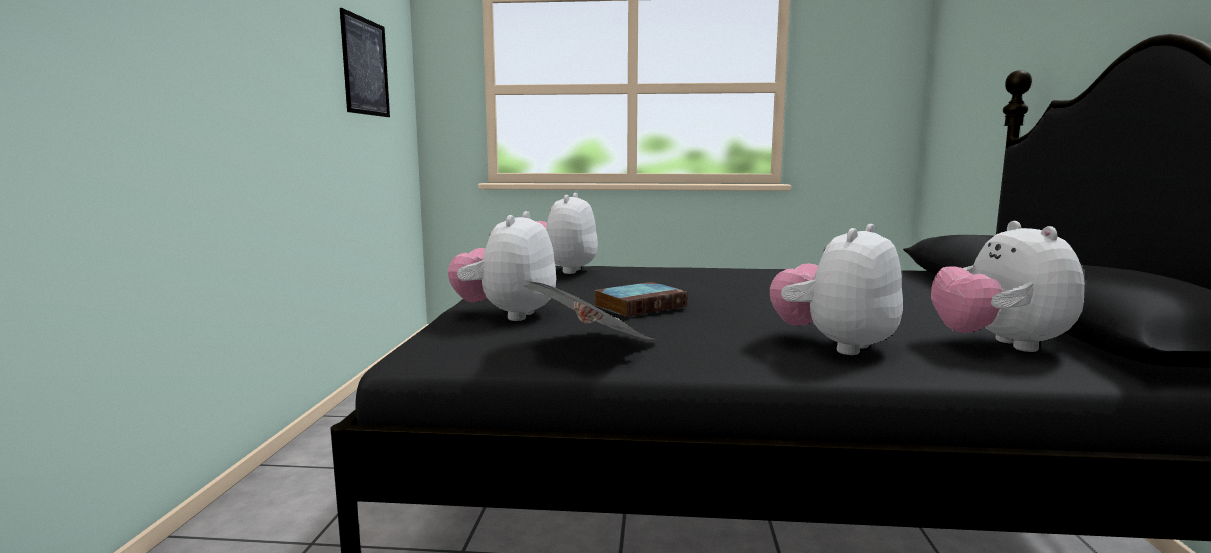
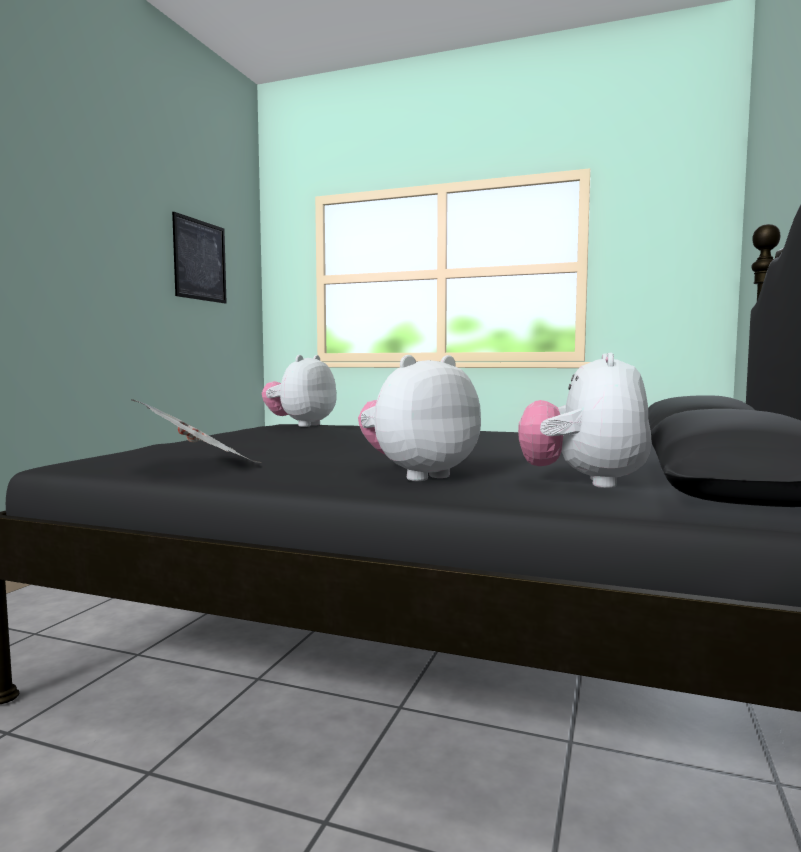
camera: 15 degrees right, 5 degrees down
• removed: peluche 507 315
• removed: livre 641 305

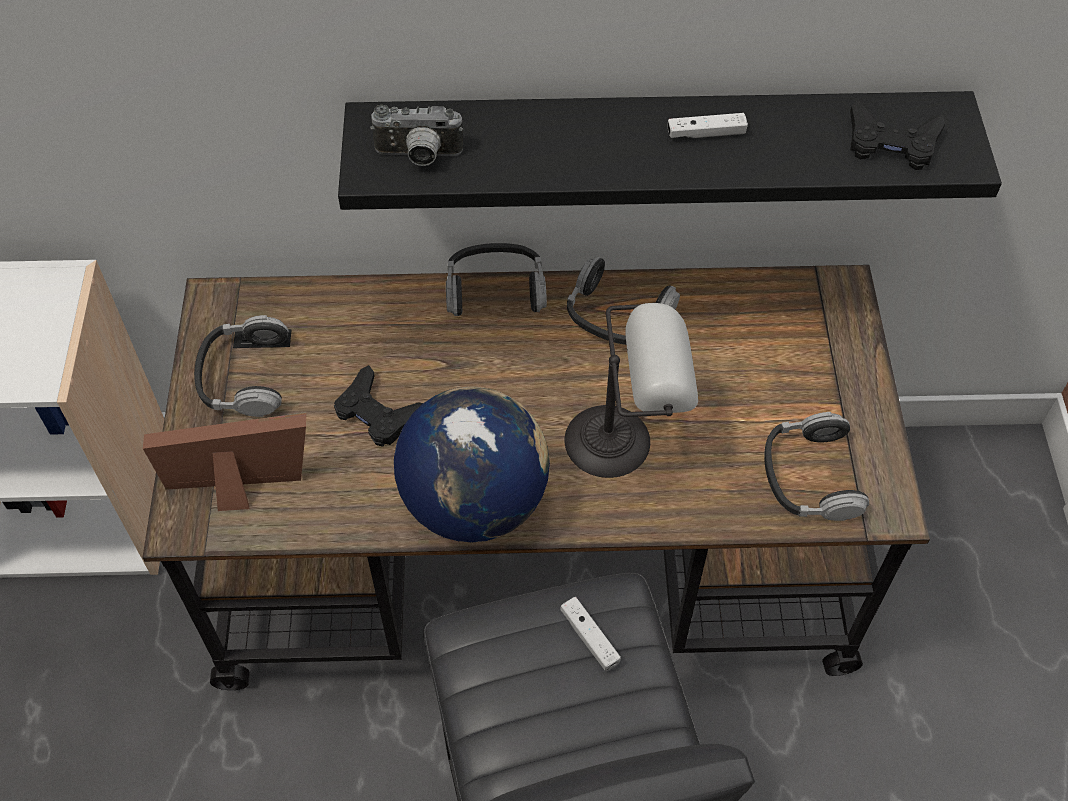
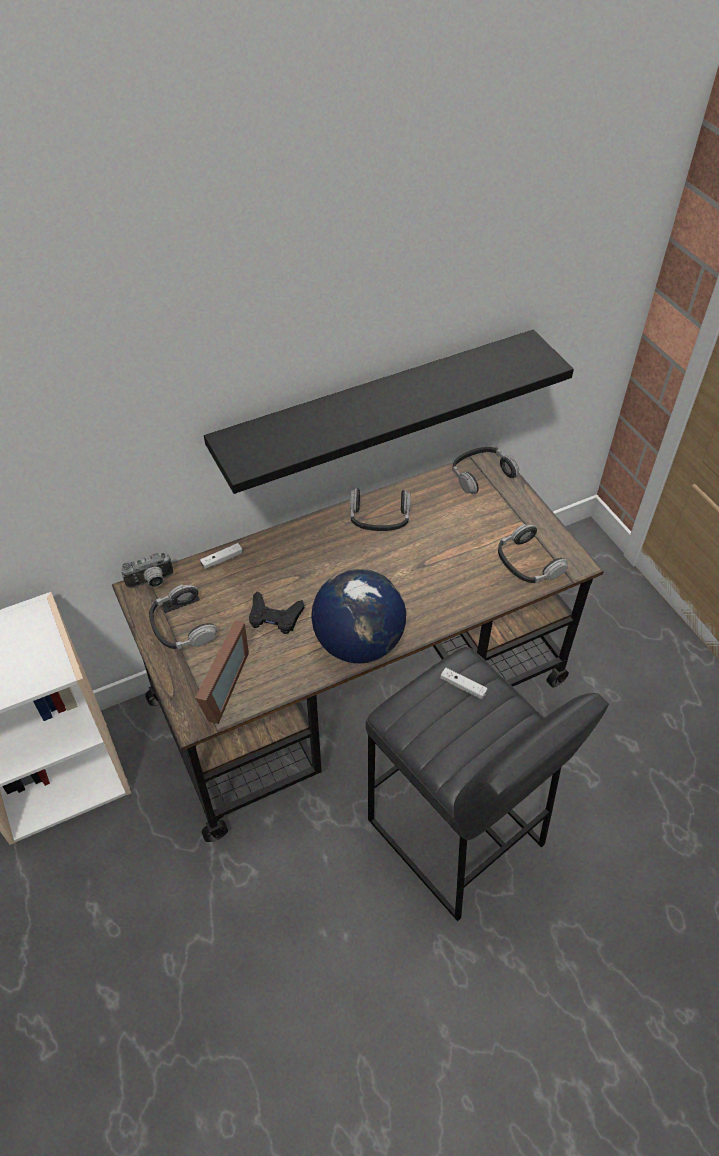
camera: 25 degrees left, 5 degrees down
• moved: appareil photo 418 157 to 151 582
• turned: cadre photo 240 490 = 218 688 135 degrees clockwise
• moved: manette (blanc) 706 133 to 222 559
• moved: casque audio 495 288 to 481 474
• removed: lampe de table 626 437
• removed: manette (noir) 891 143

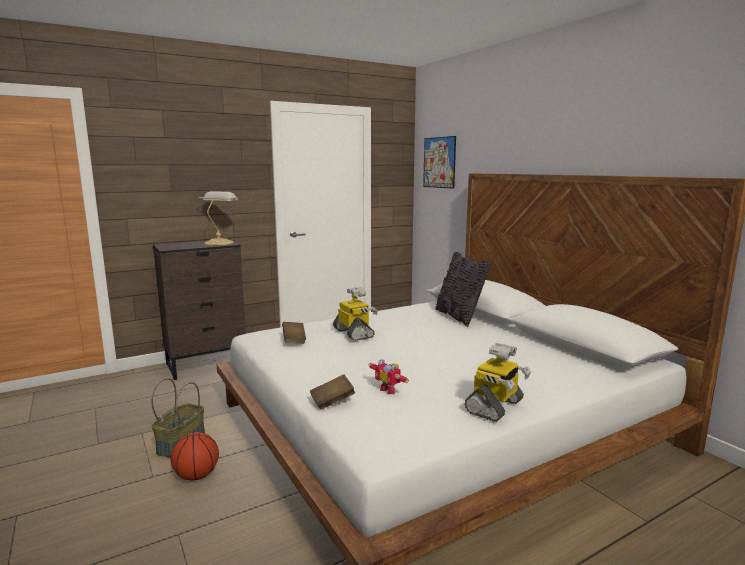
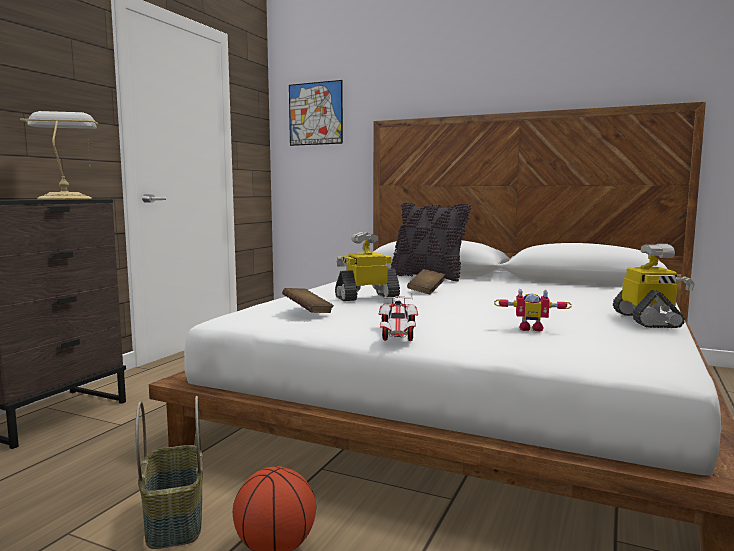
camera: 35 degrees left, 5 degrees down
• turned: robot jouet 354 333 = 367 297 45 degrees counterclockwise
• added: petite voiture 398 333
• moved: livre (marron) 332 401 to 426 291

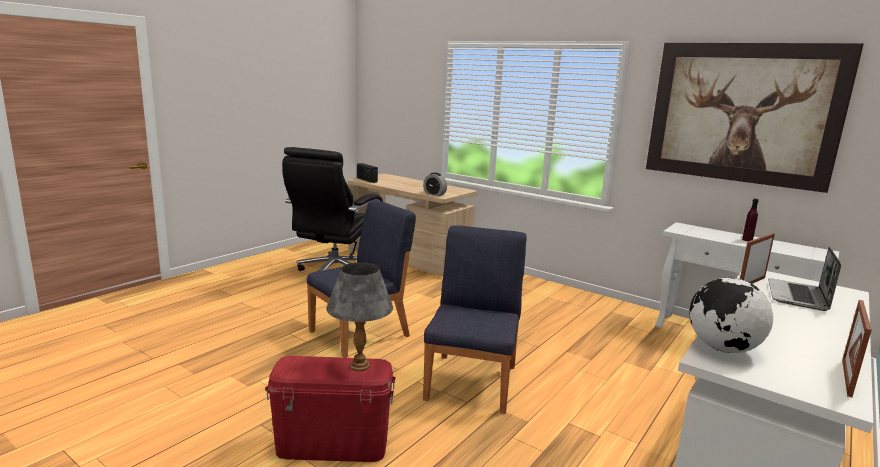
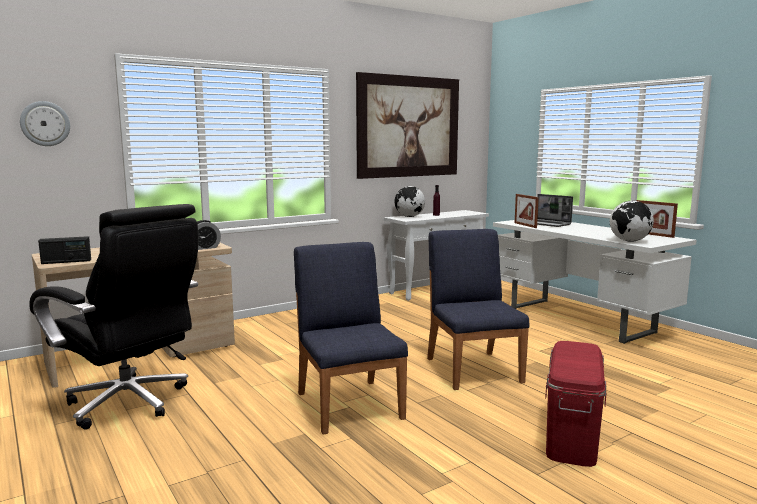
camera: 70 degrees left, 5 degrees down
• added: horloge murale 45 123
• added: globe 409 217
• turned: chaise (bleu) 472 381 = 473 369 45 degrees clockwise
• removed: lampe de table (gris) 360 365

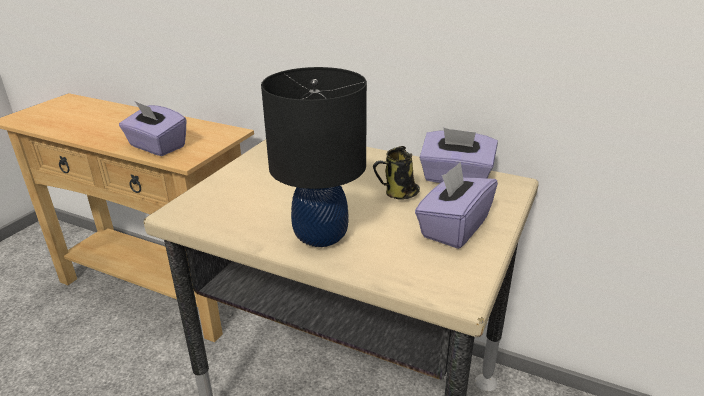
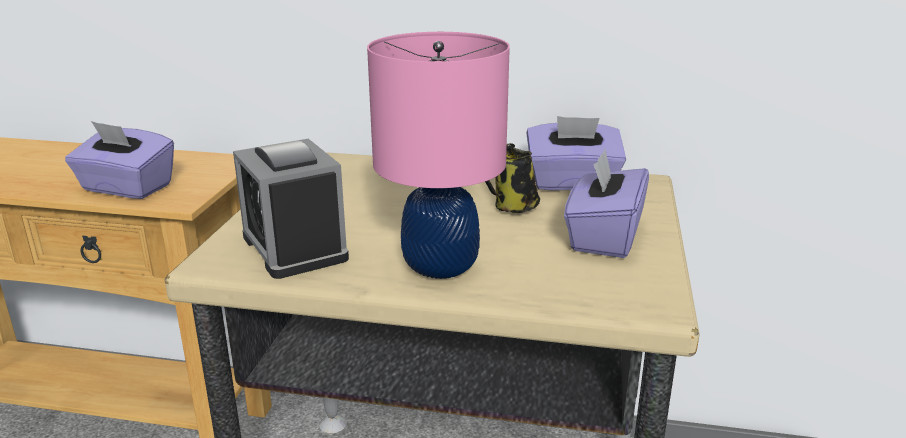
camera: 15 degrees left, 5 degrees down
• added: réveil 294 248
• recoloured: lampe de table (noir) 318 238 to lampe de table (rose) 437 269

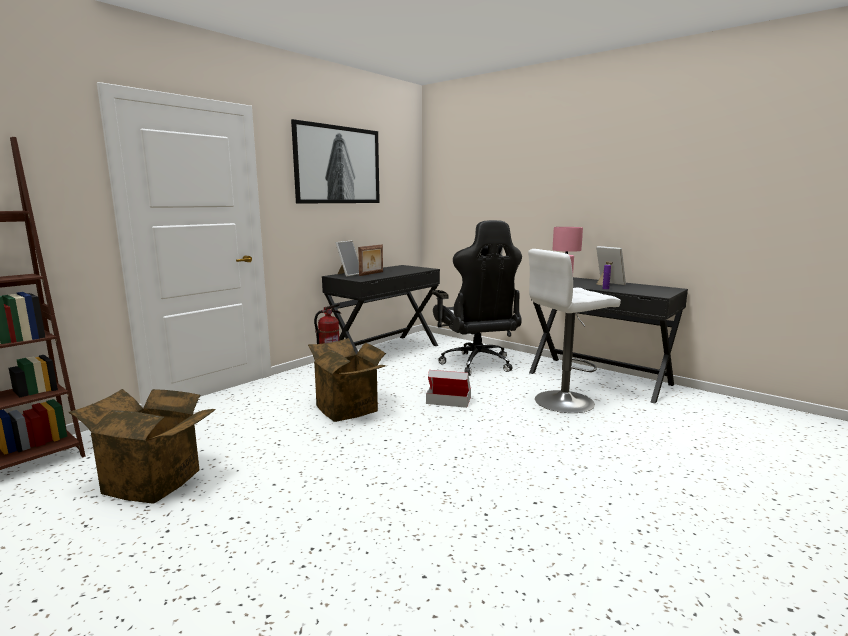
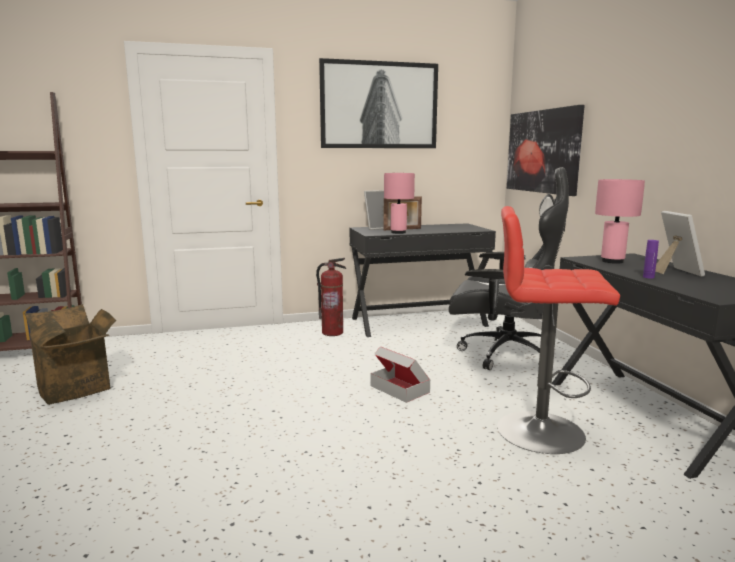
camera: 35 degrees right, 0 degrees up
• added: lampe de table (rose) 398 232
• turned: chaise de bureau (noir) 474 362 = 500 354 90 degrees counterclockwise
• recoloured: tabouret (blanc) 563 401 to tabouret (rouge) 539 431
• added: tableau 543 151
• removed: carton 350 408

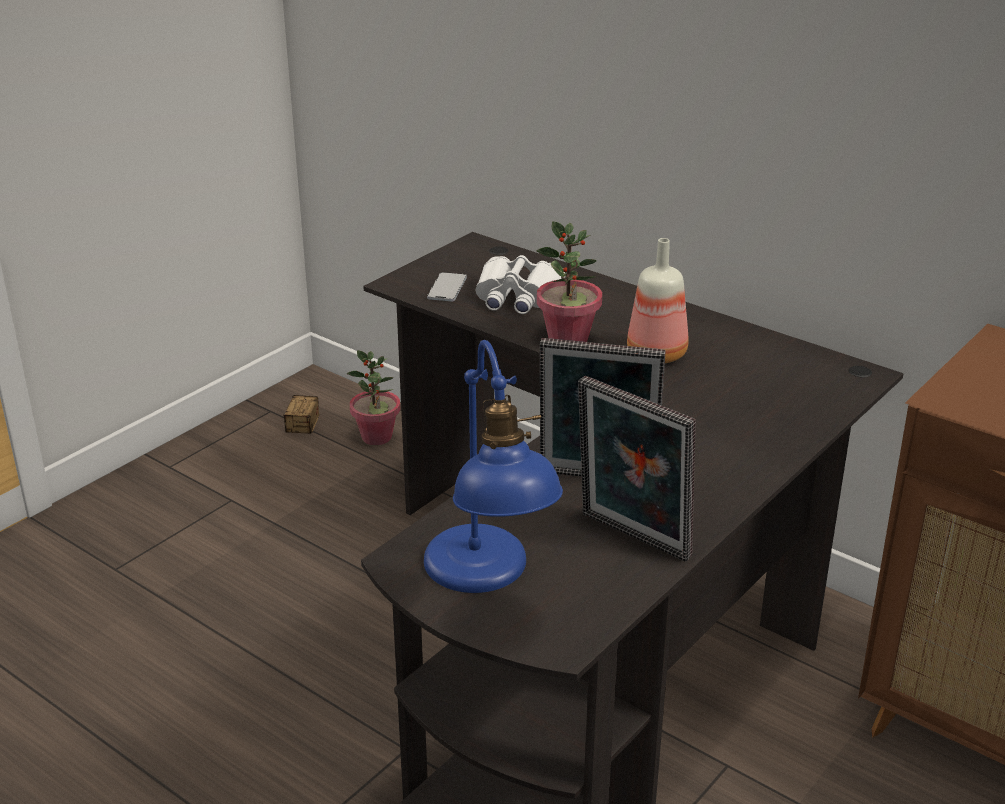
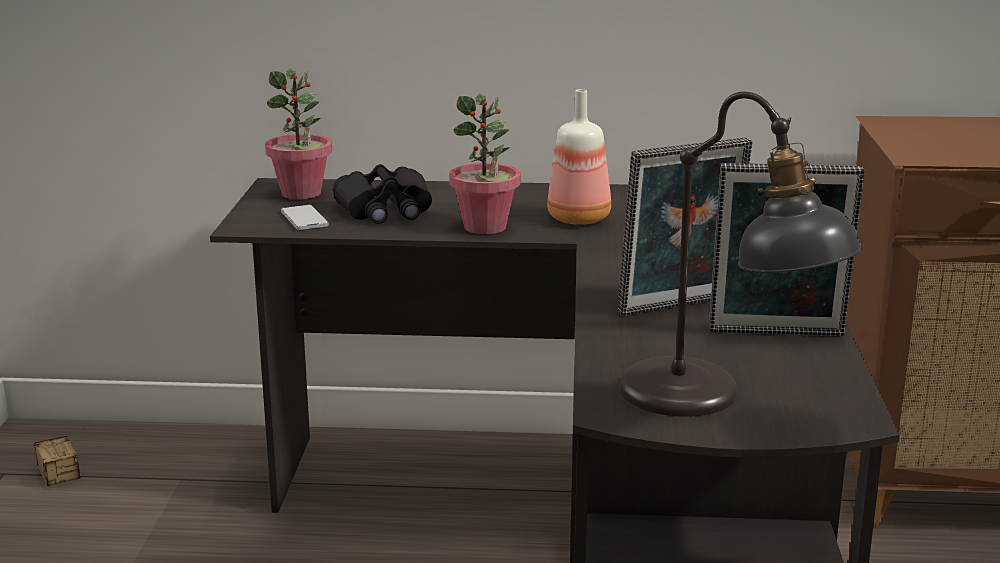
camera: 35 degrees left, 10 degrees down
• moved: plante en pot 376 437 to 301 193
• recoloured: jumelles (blanc) 517 297 to jumelles (noir) 385 210
• recoloured: lampe de table (bleu) 491 587 to lampe de table (gris) 726 403

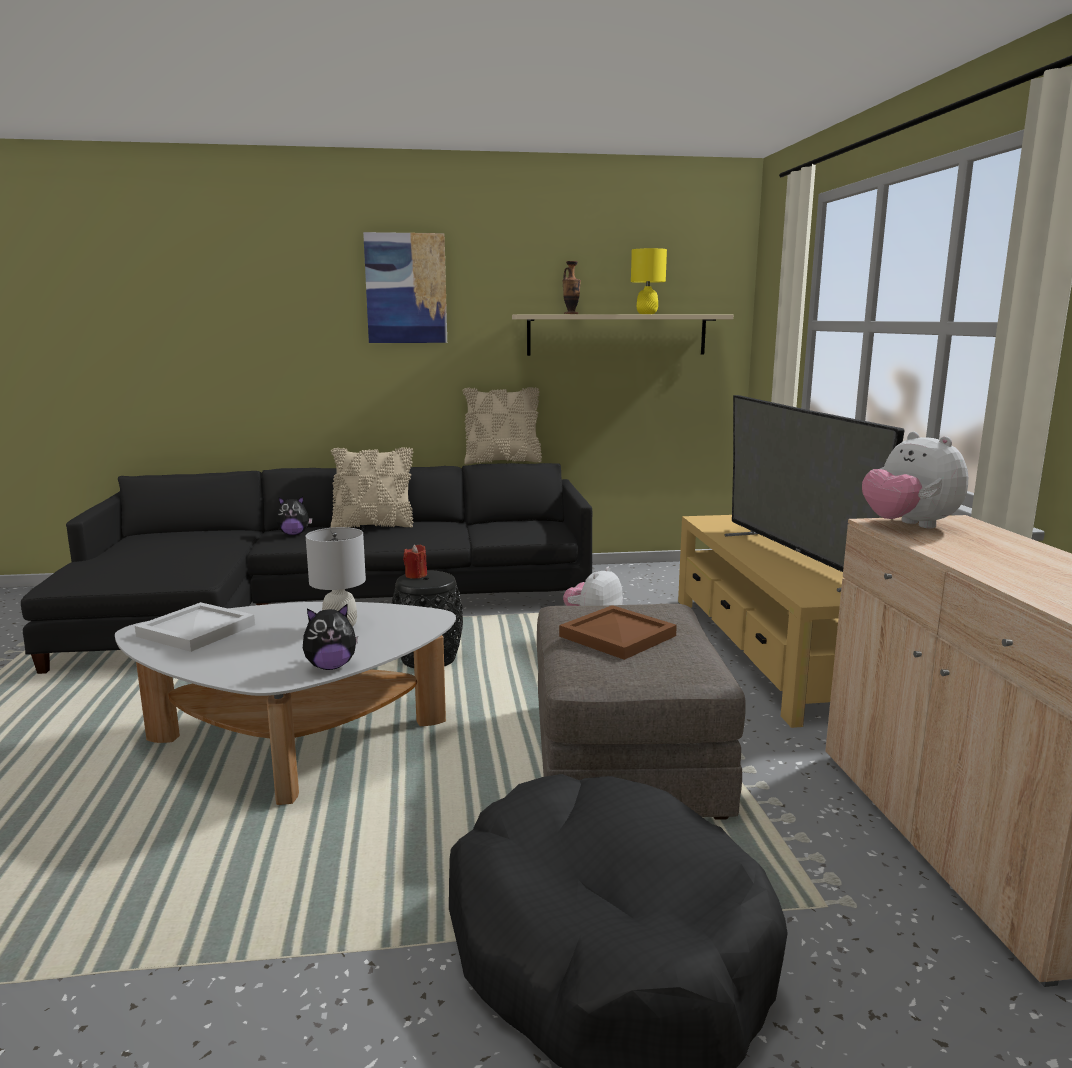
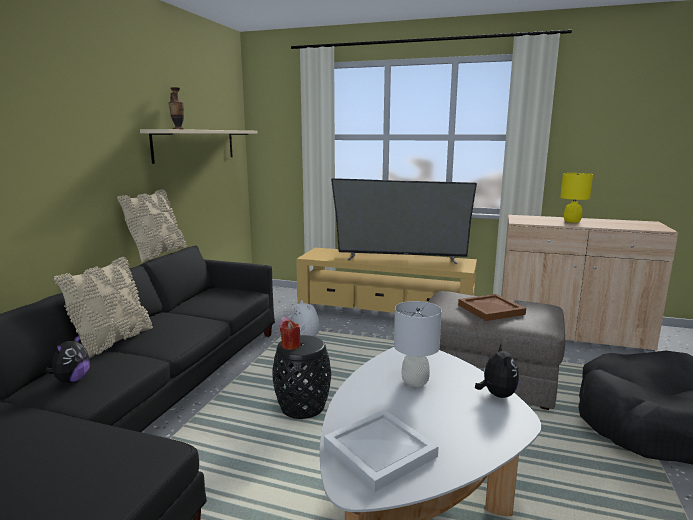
camera: 65 degrees left, 0 degrees up
• moved: lampe de table (jaune) 647 314 to 571 221
• removed: tableau 406 288
• removed: peluche 909 526

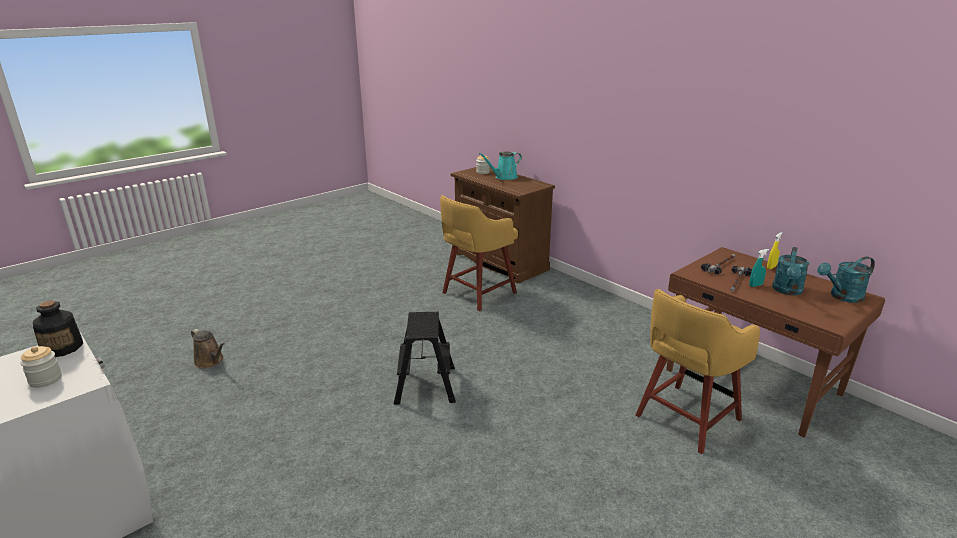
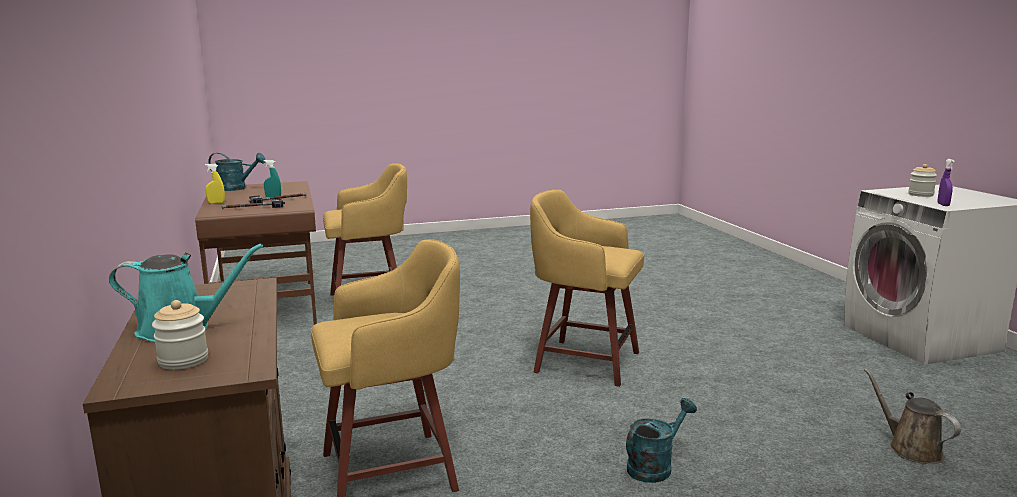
camera: 155 degrees left, 10 degrees down
• replaced: escabeau (noir) 425 385 to tabouret (jaune) 583 361
• moved: arrosoir (turquoise) 787 291 to 654 466
• replaced: bouteille 63 347 to vaporisateur (violet) 943 205

